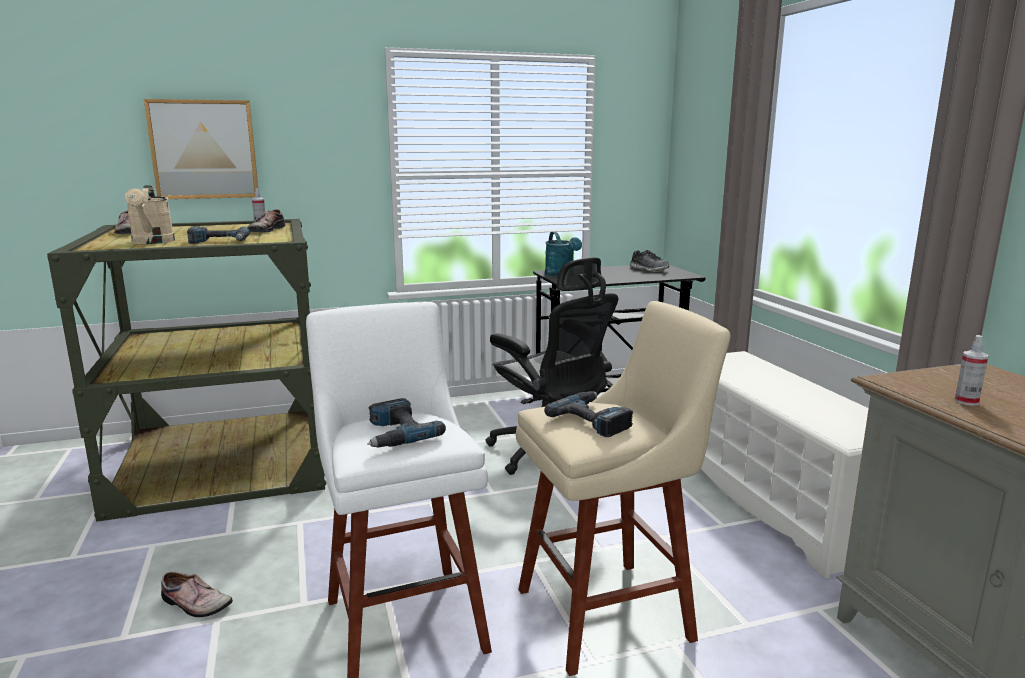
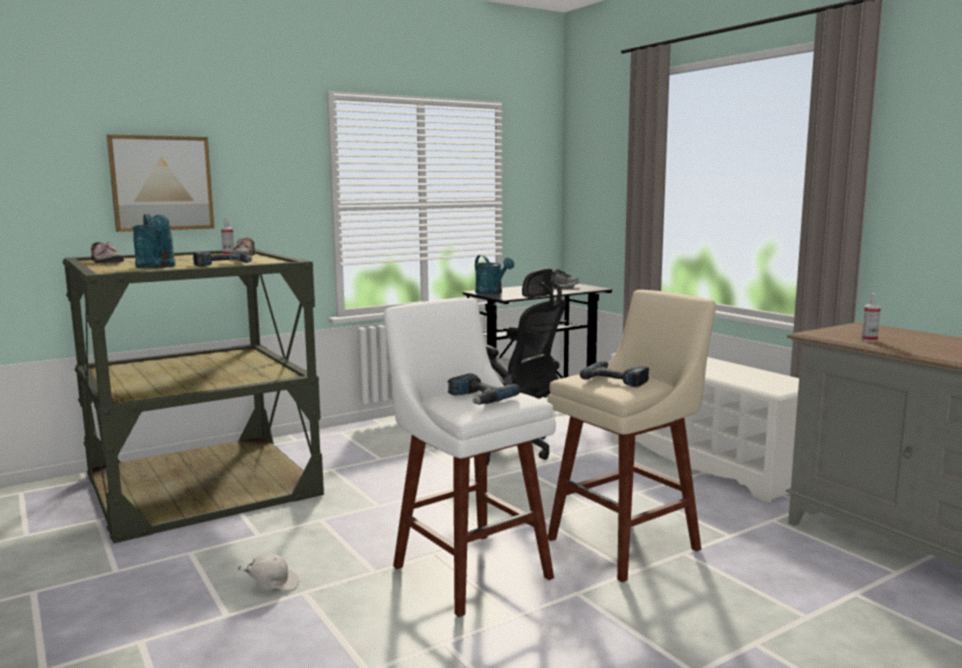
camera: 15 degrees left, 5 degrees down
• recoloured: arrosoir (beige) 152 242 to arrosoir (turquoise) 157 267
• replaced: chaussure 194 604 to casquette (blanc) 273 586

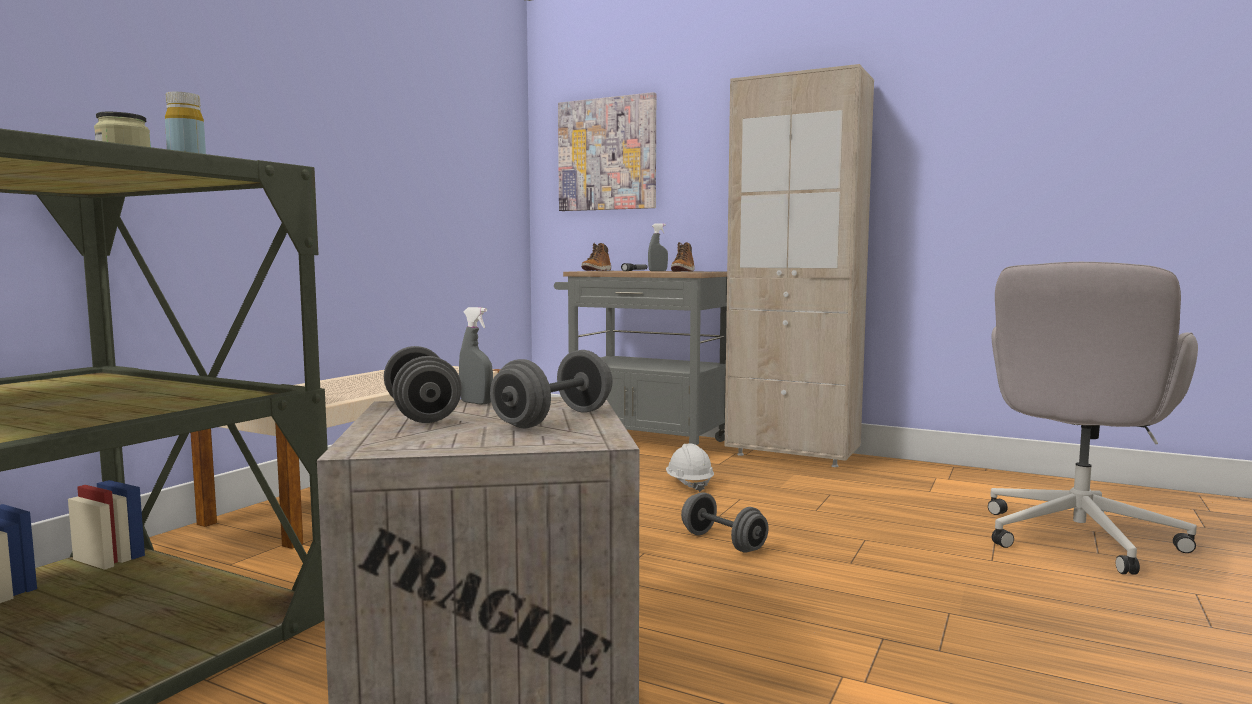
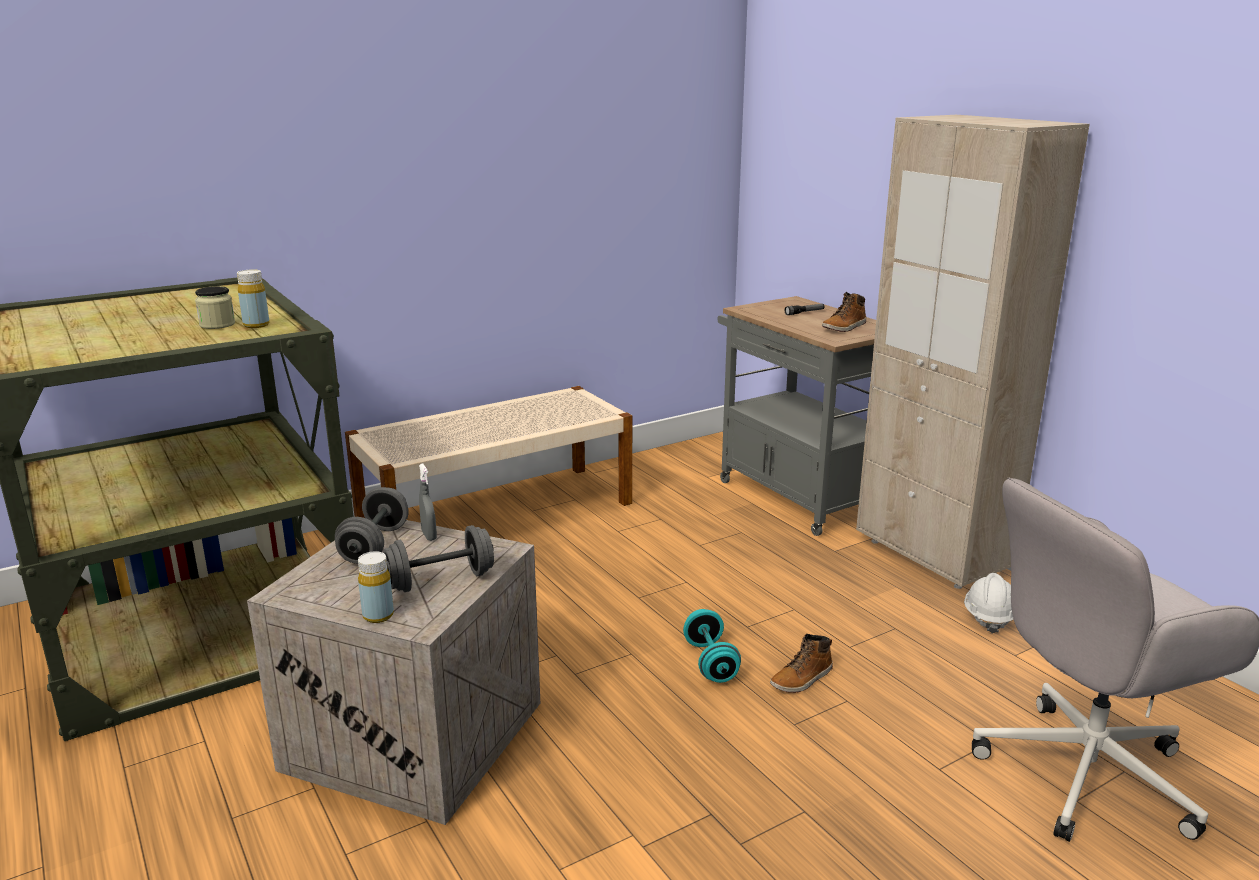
camera: 30 degrees right, 15 degrees up
• added: bouteille (jaune) 378 615
• recoloured: haltère (gris) 723 542 to haltère (turquoise) 710 662
• moved: botte 597 270 to 802 679
• moved: casque de chantier (blanc) 689 484 to 988 617
• removed: tableau 607 154
• removed: vaporisateur (gris) 657 271

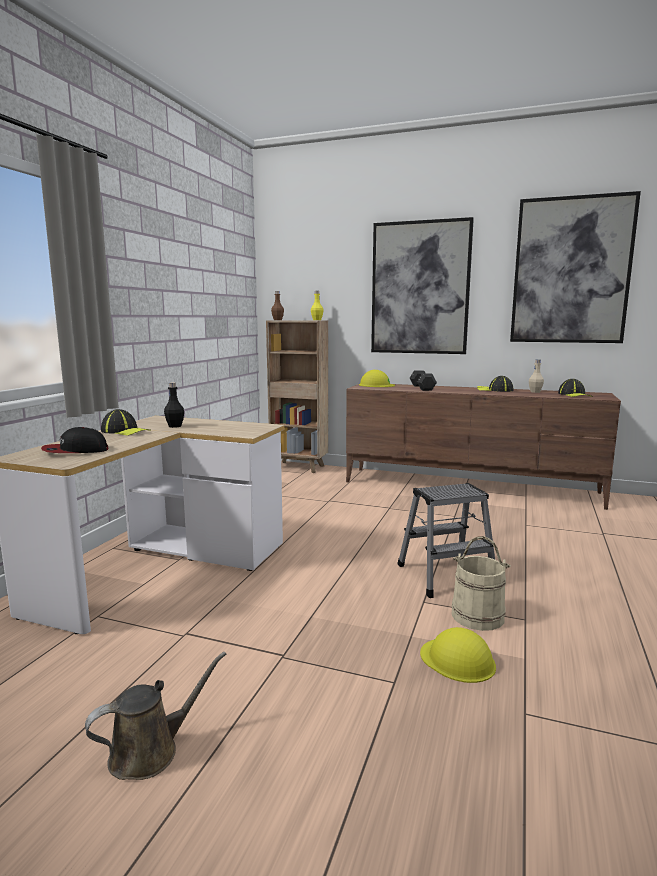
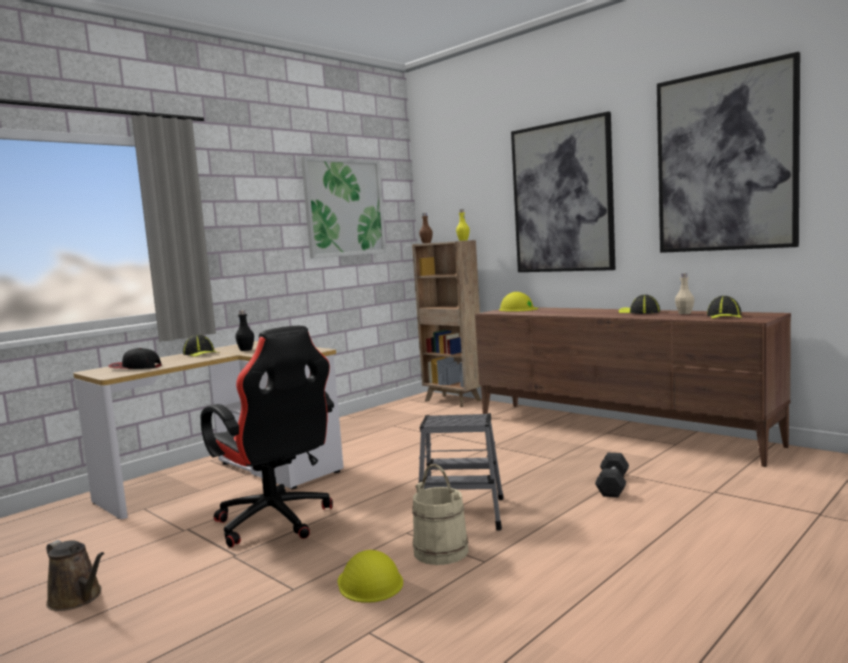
camera: 25 degrees right, 5 degrees down
• turned: arrosoir (marron) 150 751 = 77 598 45 degrees clockwise
• added: chaise de bureau (noir) 277 525
• added: tableau 344 207
• moved: haltère (noir) 422 388 to 613 485

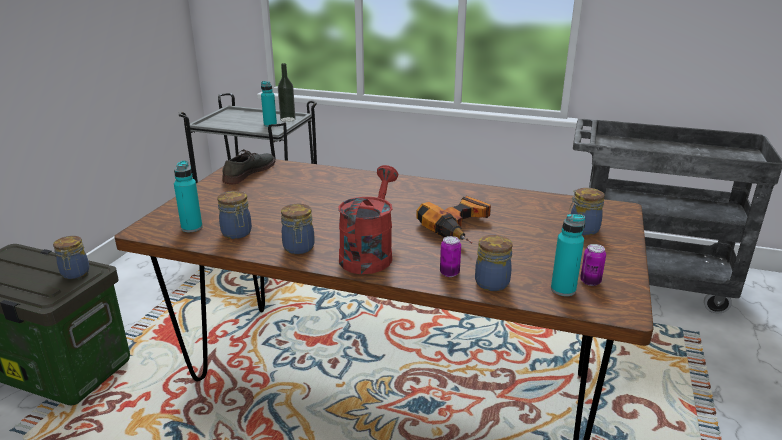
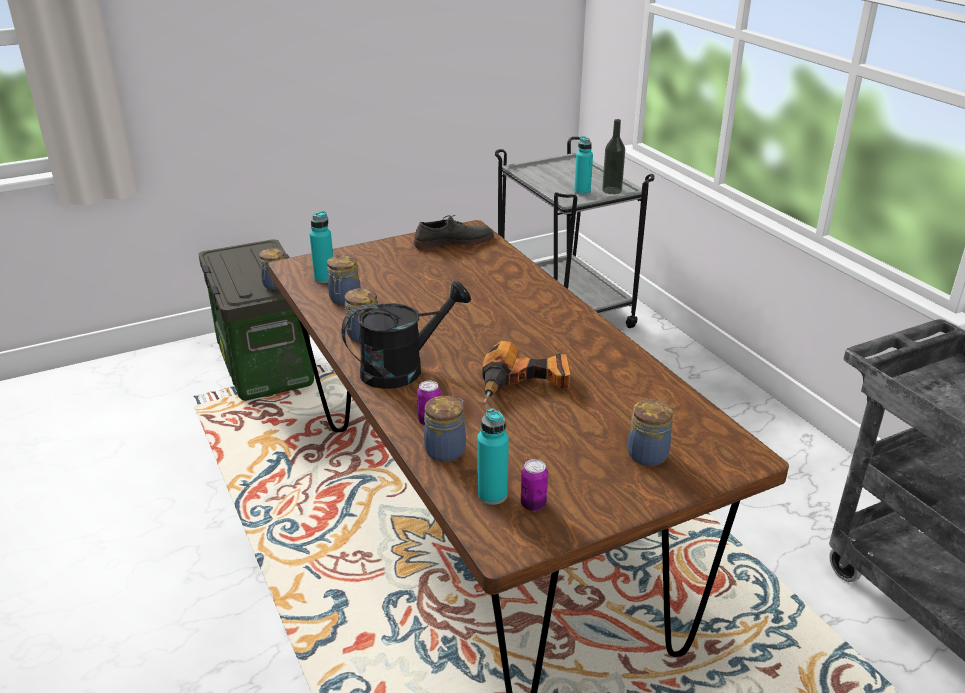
camera: 45 degrees right, 5 degrees up
• recoloured: arrosoir (rouge) 369 253 to arrosoir (noir) 403 368

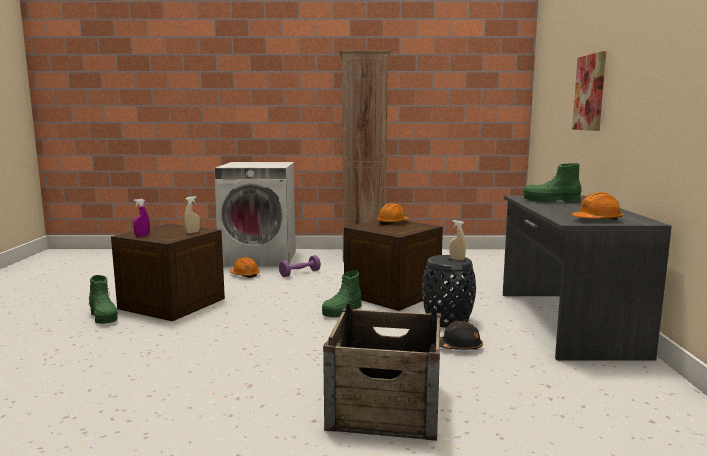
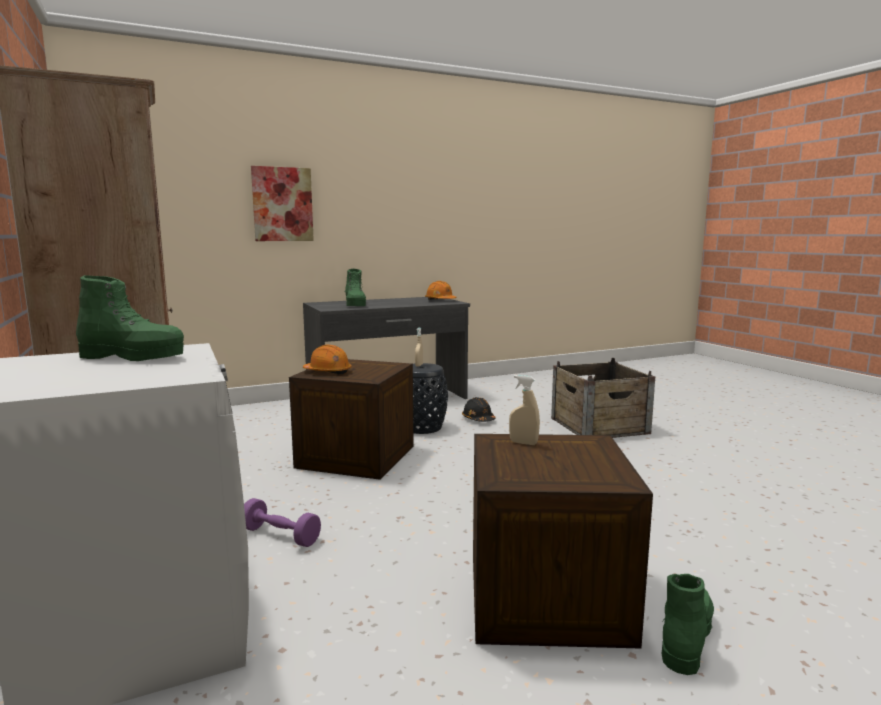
camera: 115 degrees left, 0 degrees up
• moved: botte (vert) 342 311 to 133 357
• removed: vaporisateur (violet) 142 235
• removed: casque de chantier (orange) 245 275

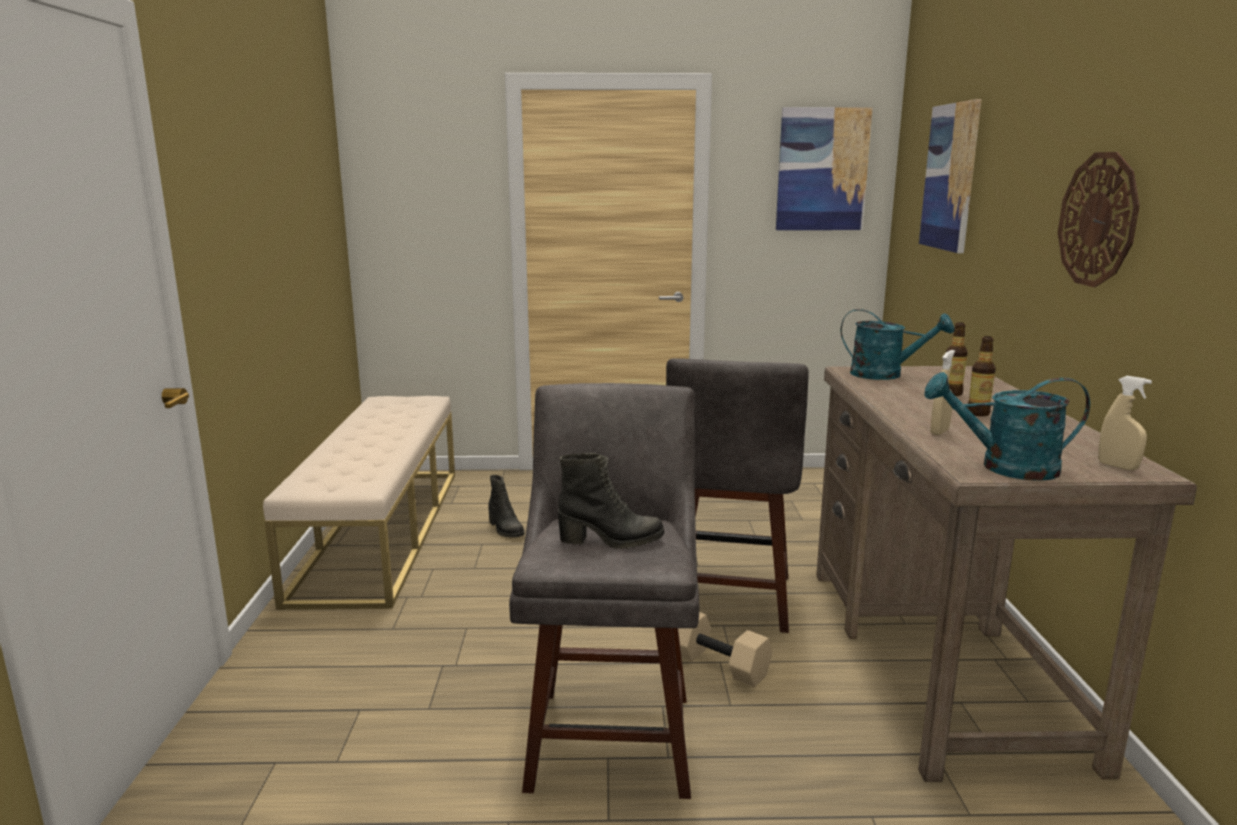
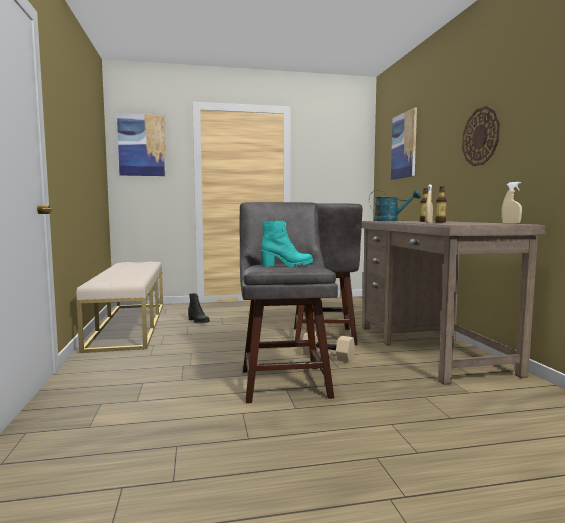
camera: 10 degrees left, 10 degrees down
• moved: tableau 822 169 to 142 145
• recoloured: botte (noir) 611 540 to botte (turquoise) 287 266
• removed: arrosoir (turquoise) 1005 467

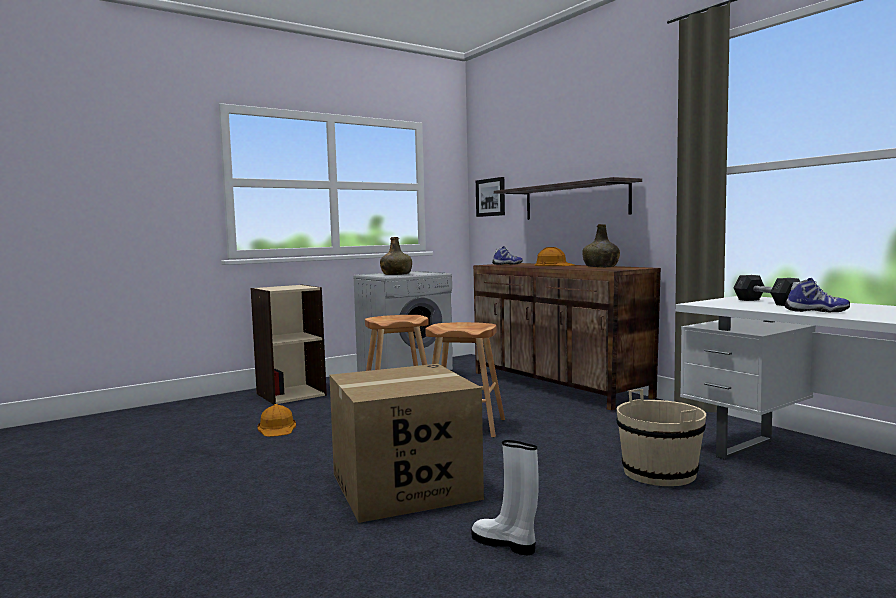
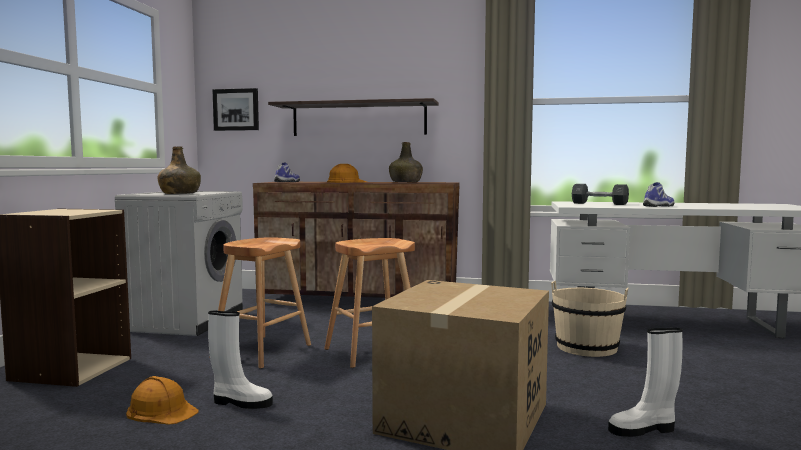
camera: 45 degrees left, 0 degrees up
• added: botte (blanc) 240 402

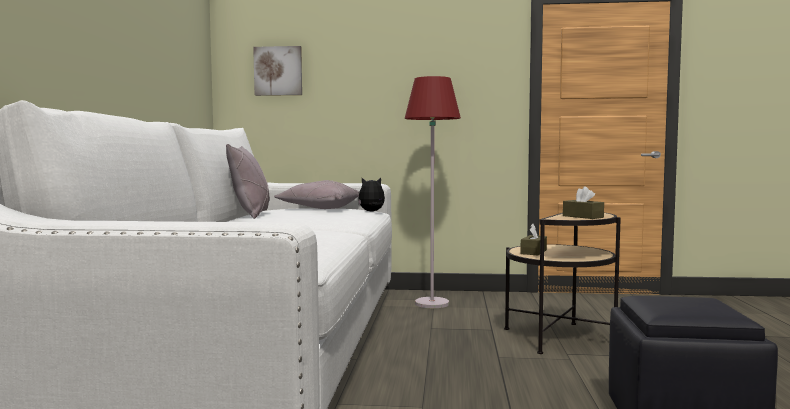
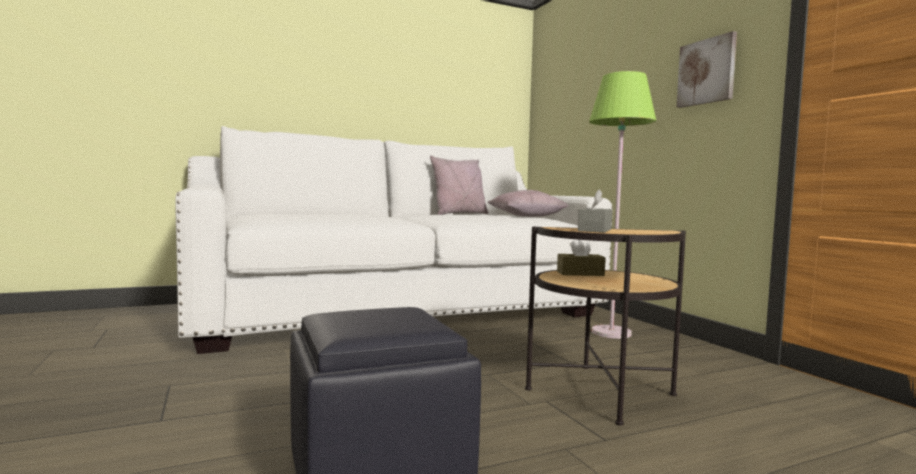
camera: 60 degrees right, 0 degrees up
• recoloured: boîte à mouchoirs (marron) 582 216 to boîte à mouchoirs (gris) 595 230
• recoloured: lampadaire (rouge) 431 303 to lampadaire (vert) 611 333
• moved: tableau 278 71 to 707 72
• removed: peluche 372 211

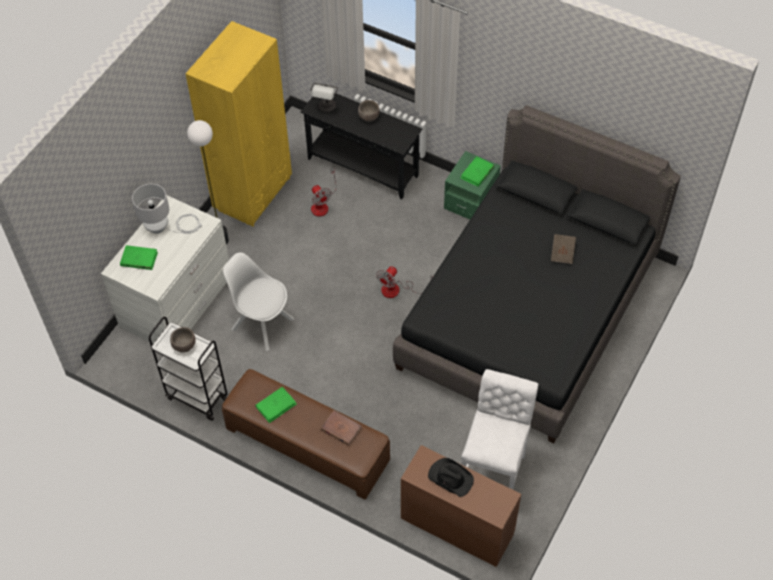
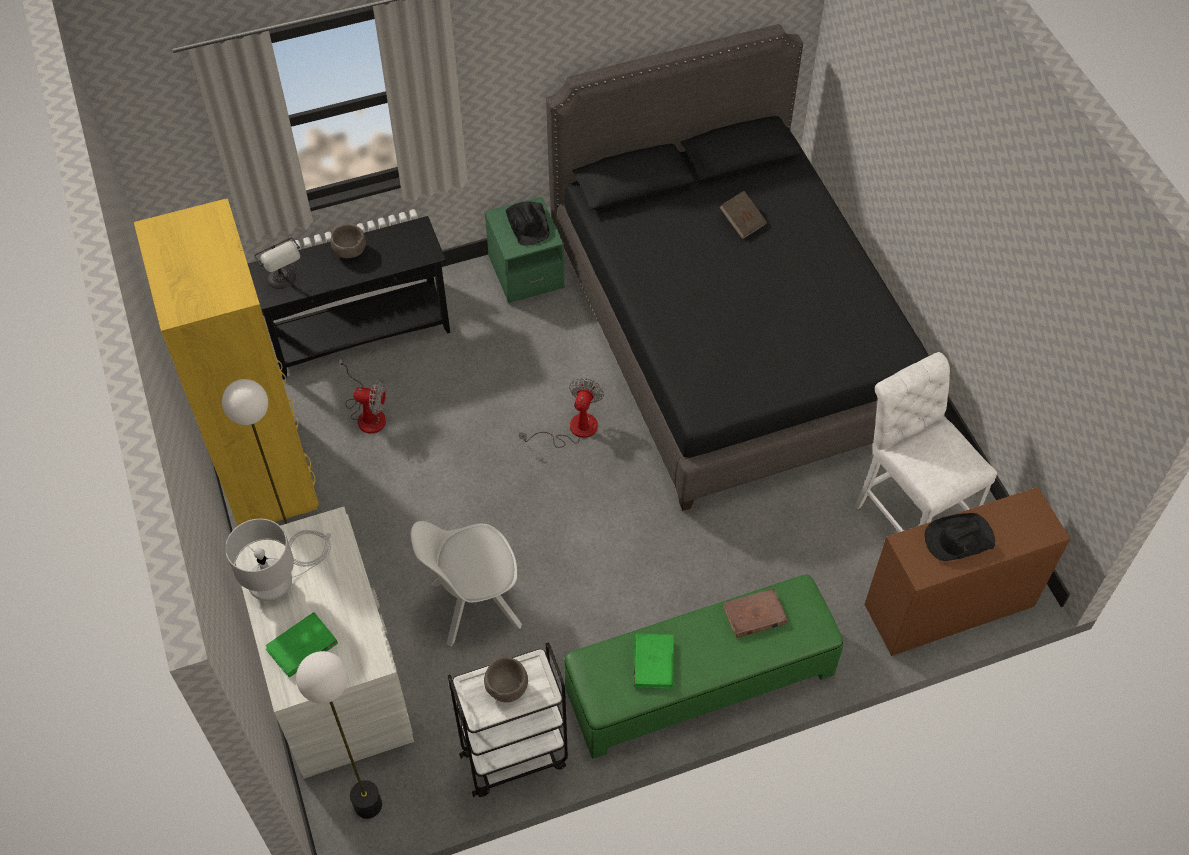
camera: 50 degrees left, 0 degrees up
• added: lampadaire 367 804
• replaced: livre (vert) 477 173 to chapeau (noir) 528 223
• turned: ventilateur 397 290 = 573 429 150 degrees counterclockwise
• recoloured: banc (marron) 306 444 to banc (vert) 699 682

